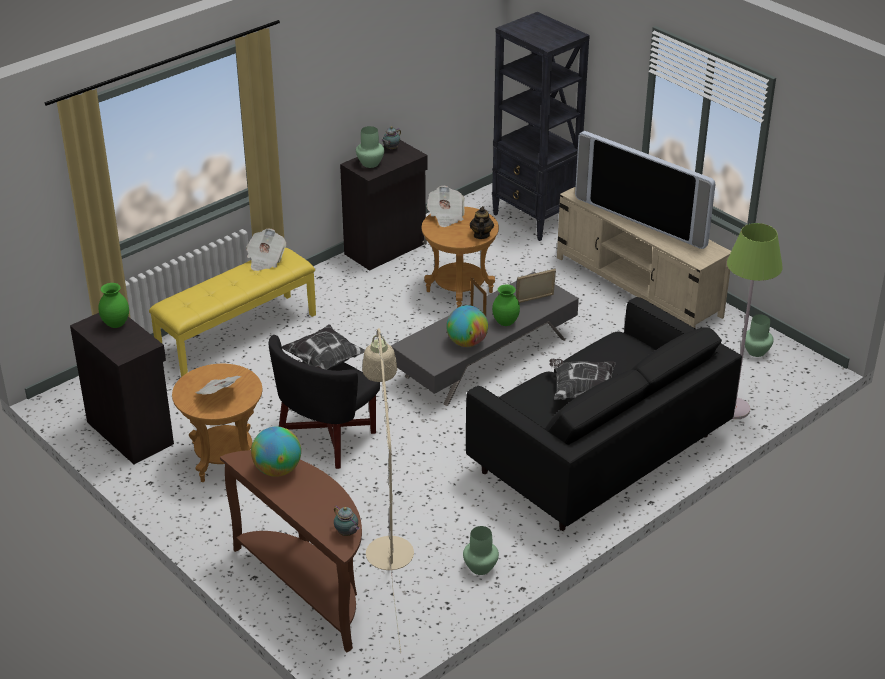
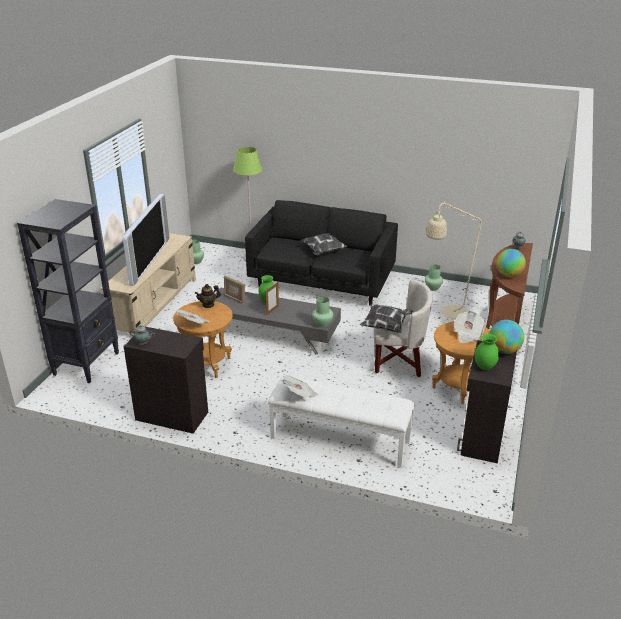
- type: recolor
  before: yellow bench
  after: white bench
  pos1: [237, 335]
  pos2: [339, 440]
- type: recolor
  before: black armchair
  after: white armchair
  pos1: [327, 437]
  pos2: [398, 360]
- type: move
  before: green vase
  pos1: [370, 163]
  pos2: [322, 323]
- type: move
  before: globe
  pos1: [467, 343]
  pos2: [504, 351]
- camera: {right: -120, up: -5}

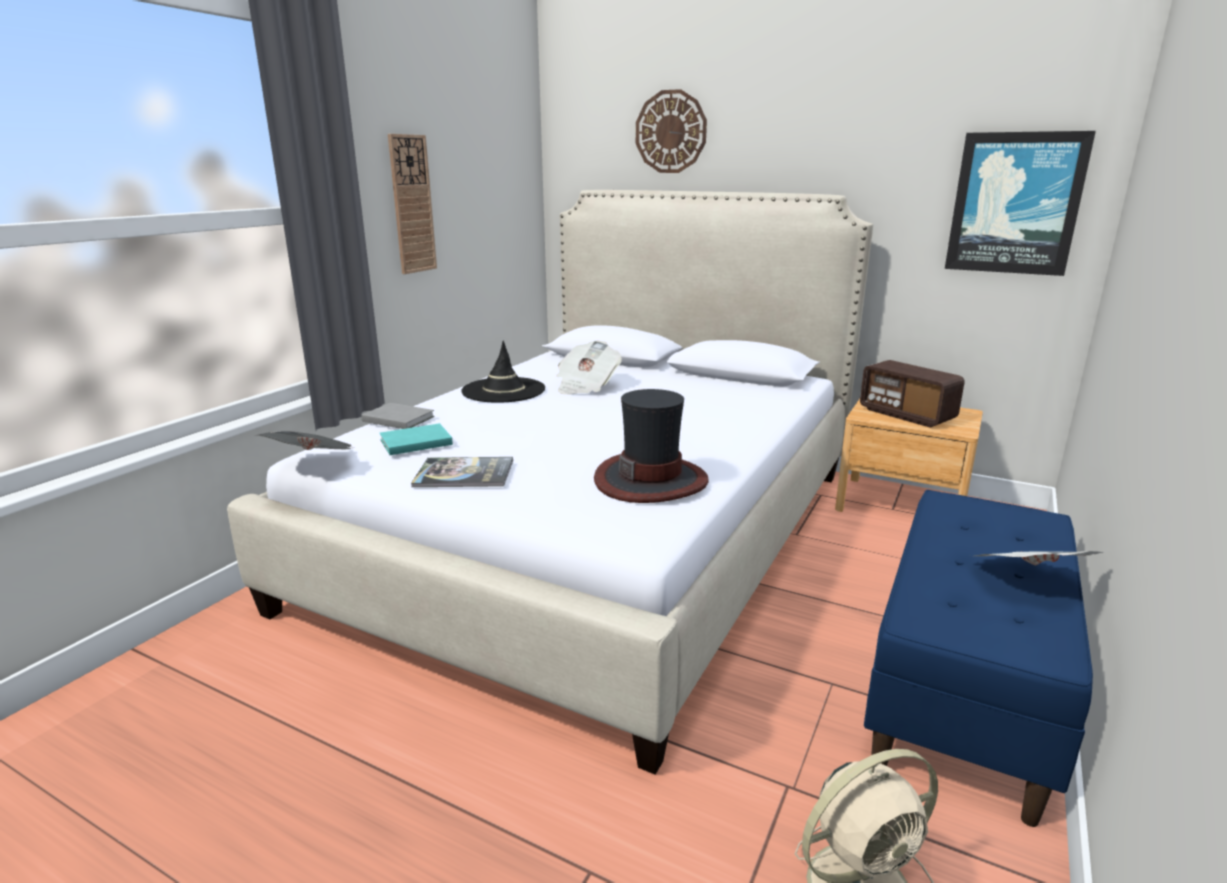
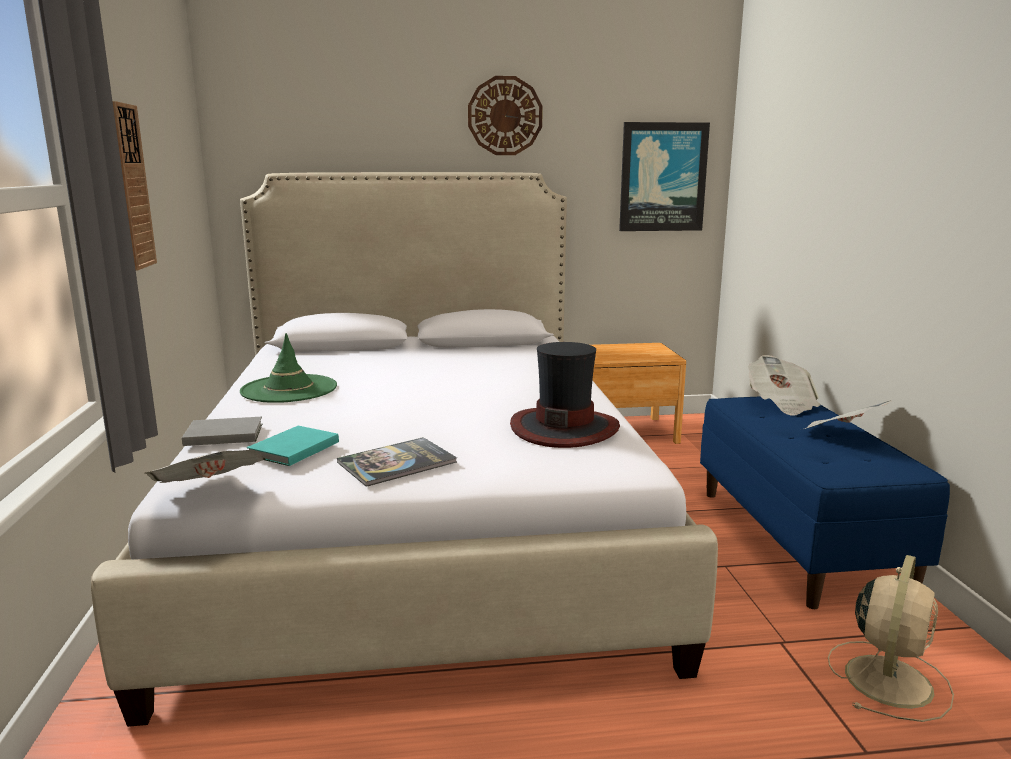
- type: recolor
  before: black hat
  after: green hat
  pos1: [503, 390]
  pos2: [289, 389]
- type: move
  before: newspaper
  pos1: [586, 386]
  pos2: [781, 404]
- type: move
  before: wall clock
  pos1: [670, 132]
  pos2: [505, 116]
- type: delete
  before: radio
  pos1: [906, 415]
- camera: {right: -35, up: -5}

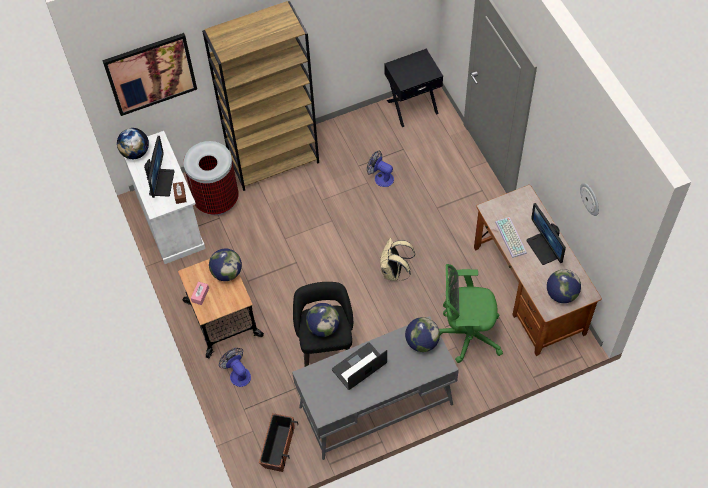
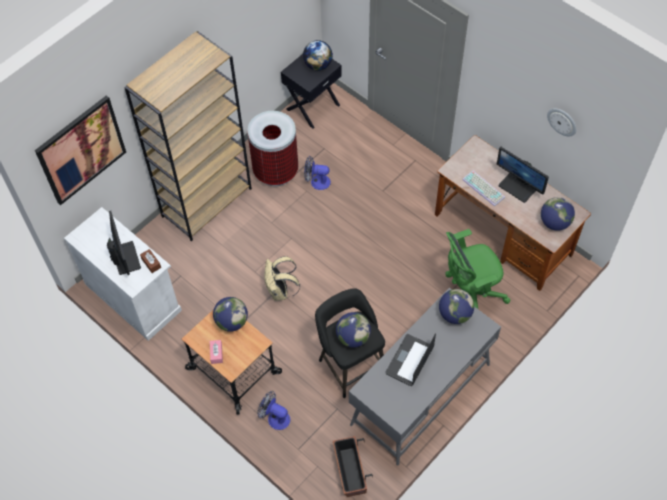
- type: move
  before: globe
  pos1: [135, 152]
  pos2: [318, 65]
- type: move
  before: trash can
  pos1: [216, 199]
  pos2: [276, 171]
- type: move
  before: beige backpack
  pos1: [394, 272]
  pos2: [280, 291]
- camera: {right: -25, up: 0}

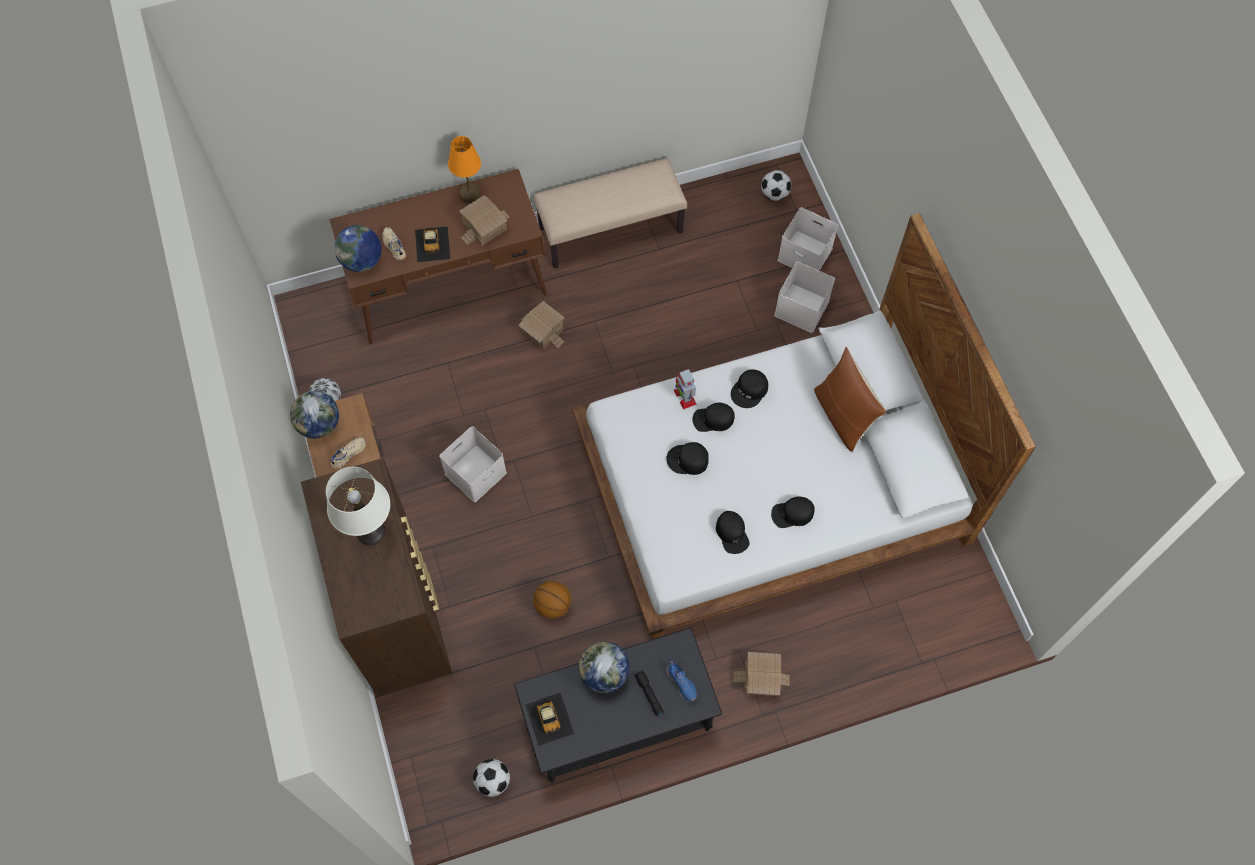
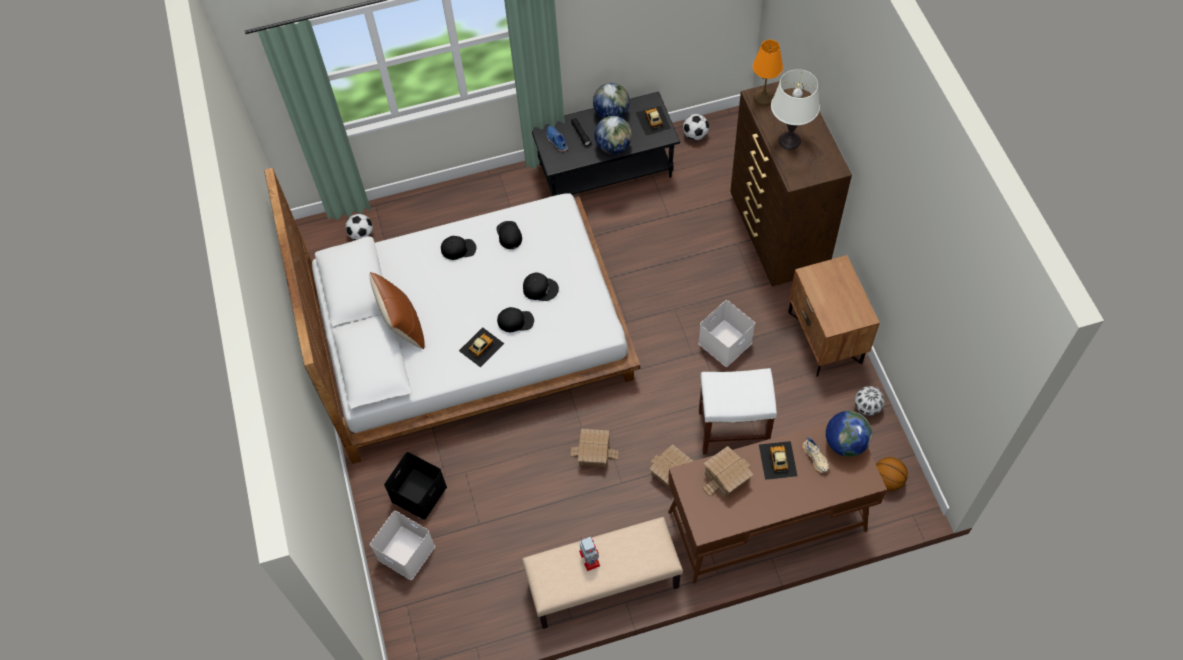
- type: move
  before: globe
  pos1: [319, 425]
  pos2: [611, 113]
- type: delete
  before: beige shoe
  pos1: [348, 454]
- type: move
  before: orange table lamp
  pos1: [469, 194]
  pos2: [764, 98]
- type: move
  before: basketball
  pos1: [553, 605]
  pos2: [887, 480]
- type: move
  before: toy robot
  pos1: [684, 397]
  pos2: [589, 558]
- type: replace
  before: black cap
  after: toy car
  pos1: [750, 390]
  pos2: [481, 347]
- type: move
  before: toy house
  pos1: [761, 678]
  pos2: [594, 454]
- type: move
  before: football
  pos1: [774, 194]
  pos2: [361, 234]
- type: recolor
  before: white storage box
  after: black storage box
  pos1: [801, 307]
  pos2: [419, 495]
- type: insert
  after: white stool
  pos2: [733, 430]
- camera: {right: -175, up: -5}

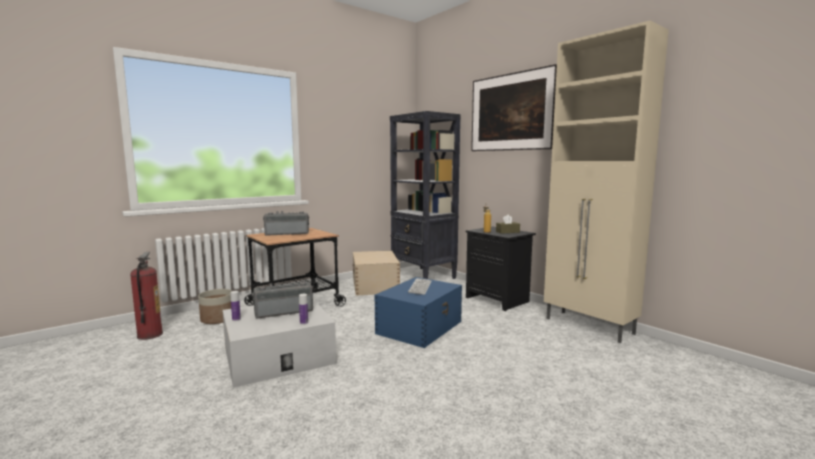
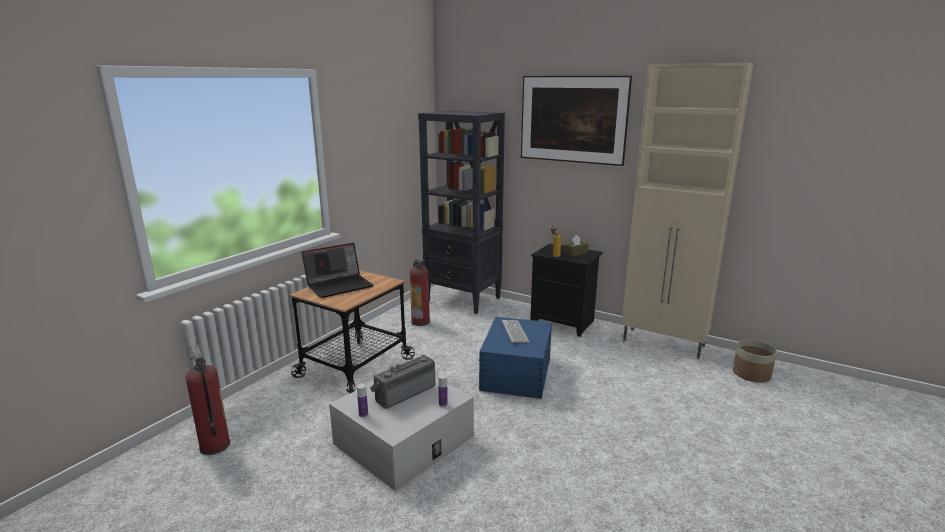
- type: move
  before: planter
  pos1: [218, 319]
  pos2: [751, 374]
- type: replace
  before: radio
  after: laptop
  pos1: [287, 233]
  pos2: [339, 285]
- type: replace
  before: beige storage box
  after: fire extinguisher
  pos1: [375, 285]
  pos2: [421, 322]
- camera: {right: -20, up: 10}

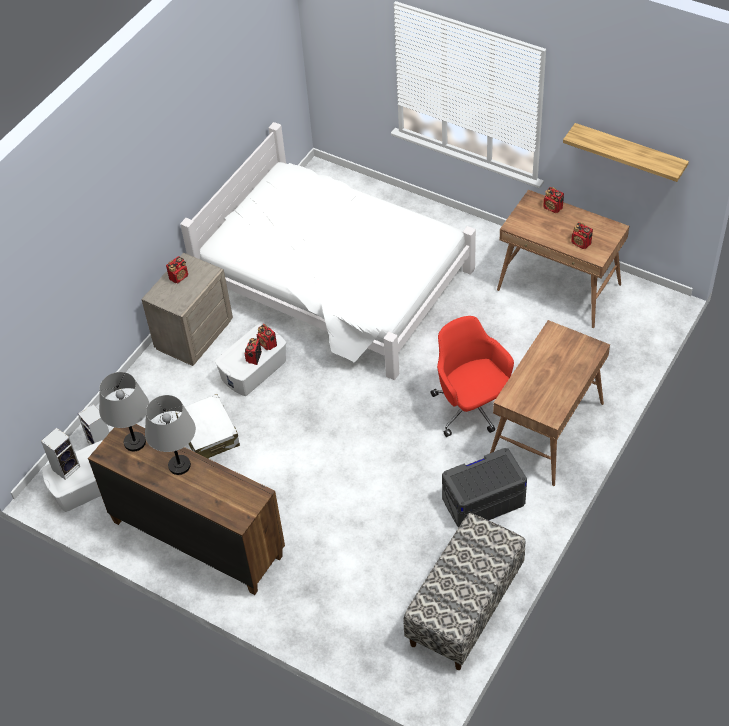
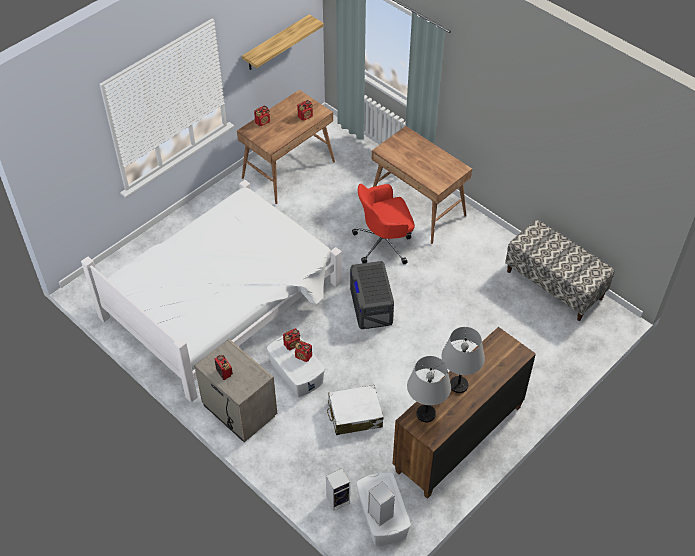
- type: move
  before: grey storage box
  pos1: [483, 501]
  pos2: [371, 305]
- camera: {right: -80, up: 0}

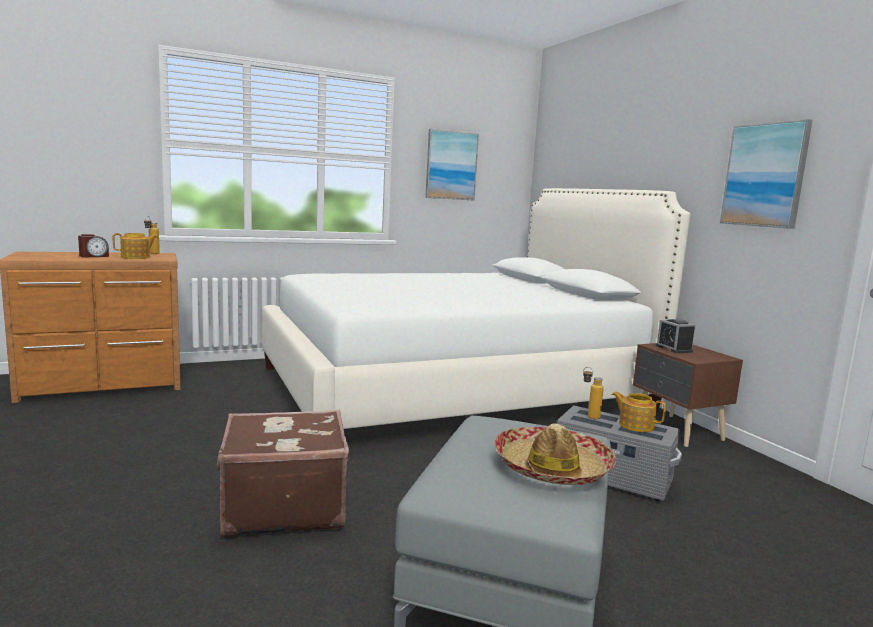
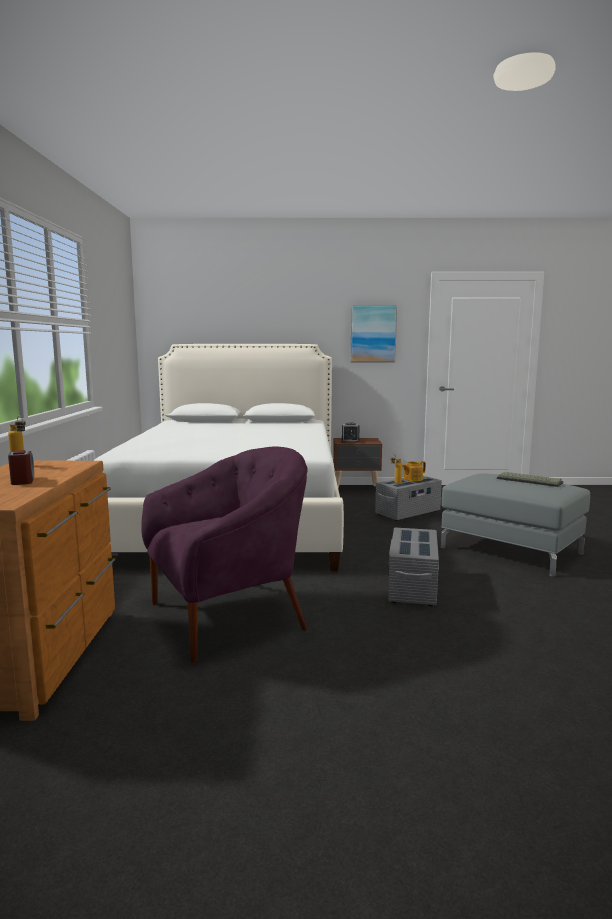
- type: delete
  before: teapot
  pos1: [136, 257]
- type: replace
  before: brown suitcase
  after: grey storage box
  pos1: [283, 506]
  pos2: [412, 587]
- type: delete
  before: picture
  pos1: [451, 165]
- type: replace
  before: hat
  after: keyboard
  pos1: [552, 468]
  pos2: [530, 480]
- type: insert
  after: purple armchair
  pos2: [228, 616]
- camera: {right: -65, up: 0}

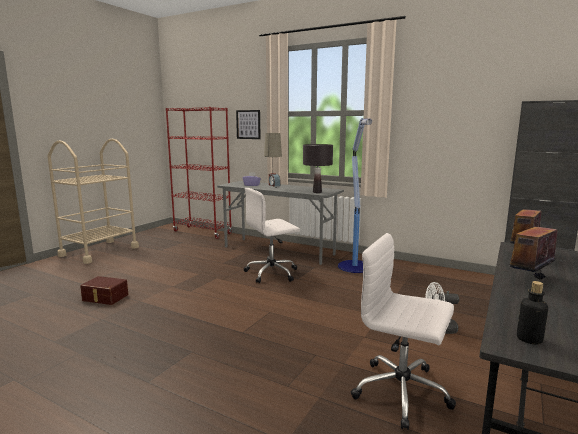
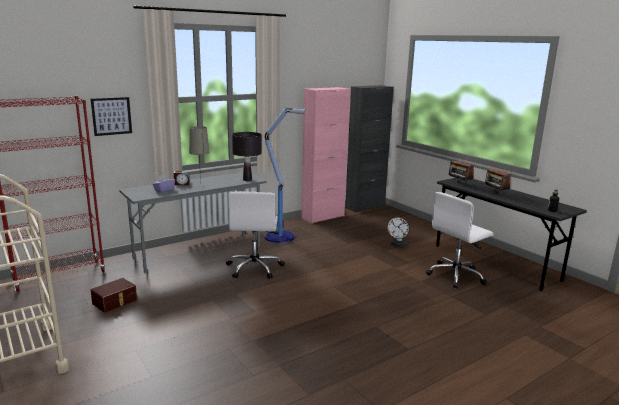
- type: move
  before: brown storage box
  pos1: [105, 298]
  pos2: [115, 302]
- type: insert
  after: pink cabinet
  pos2: [323, 217]
- camera: {right: -65, up: 5}

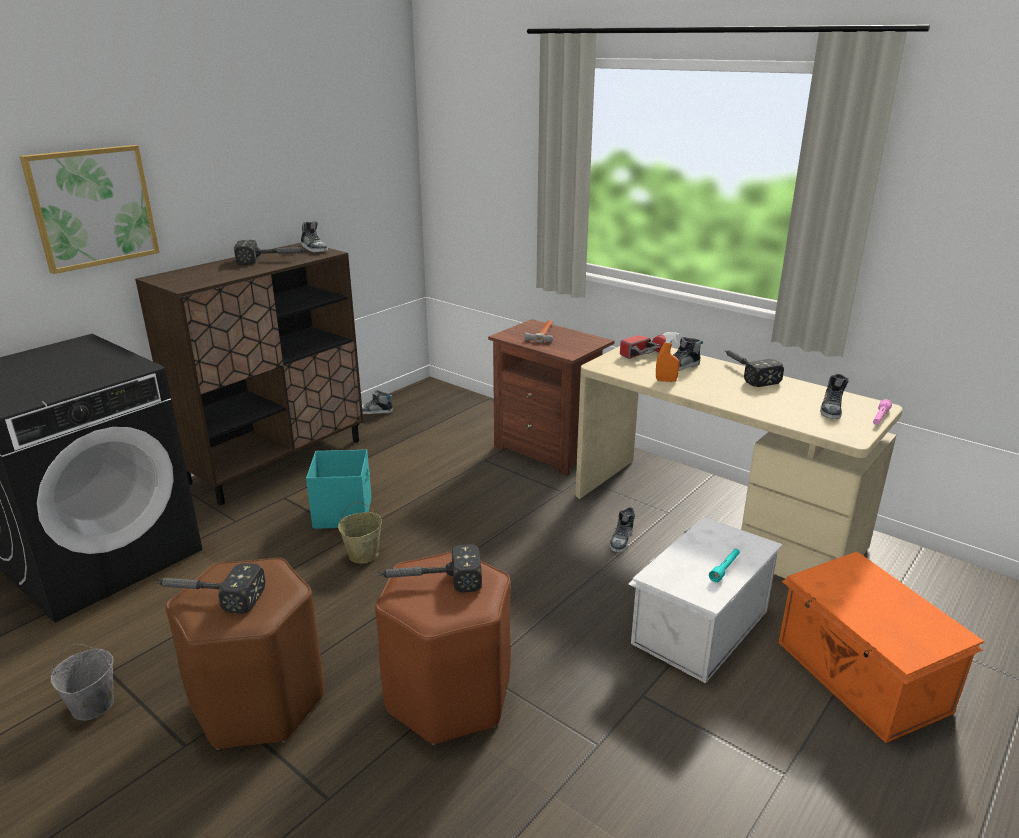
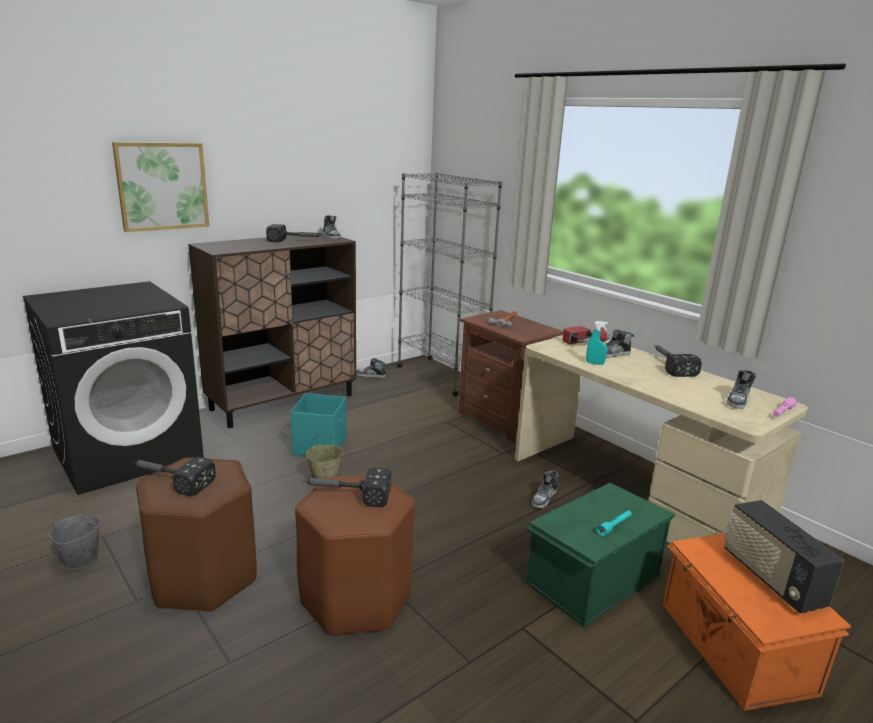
- type: recolor
  before: white storage box
  after: green storage box
  pos1: [698, 626]
  pos2: [591, 579]
- type: recolor
  before: orange spray bottle
  after: turquoise spray bottle
  pos1: [666, 381]
  pos2: [595, 363]
- type: insert
  after: grey bookcase
  pos2: [441, 376]
- type: insert
  after: radio
  pos2: [770, 578]
- camera: {right: 10, up: -5}

